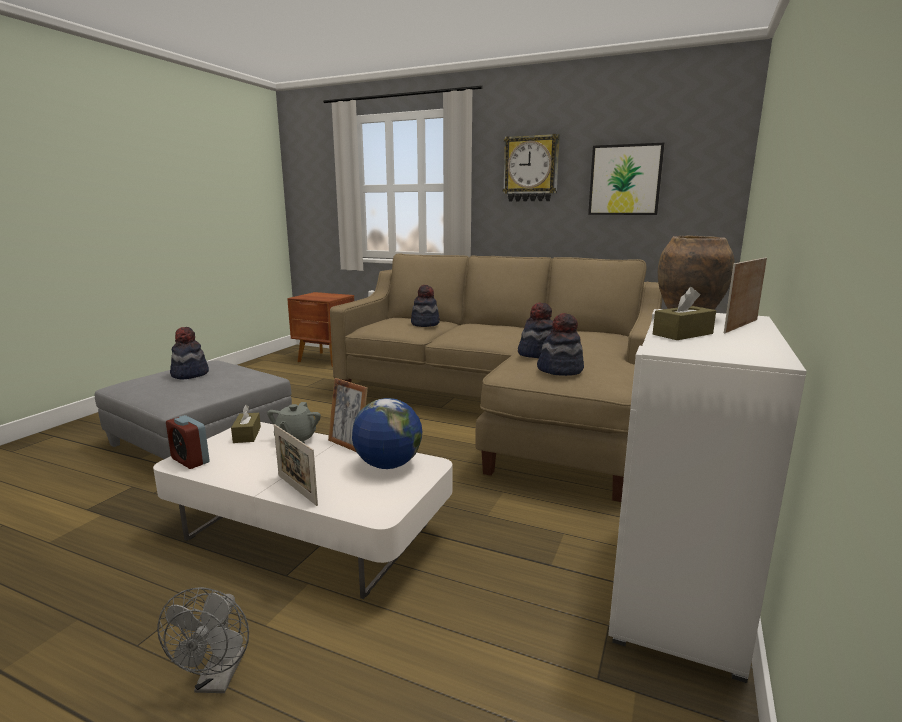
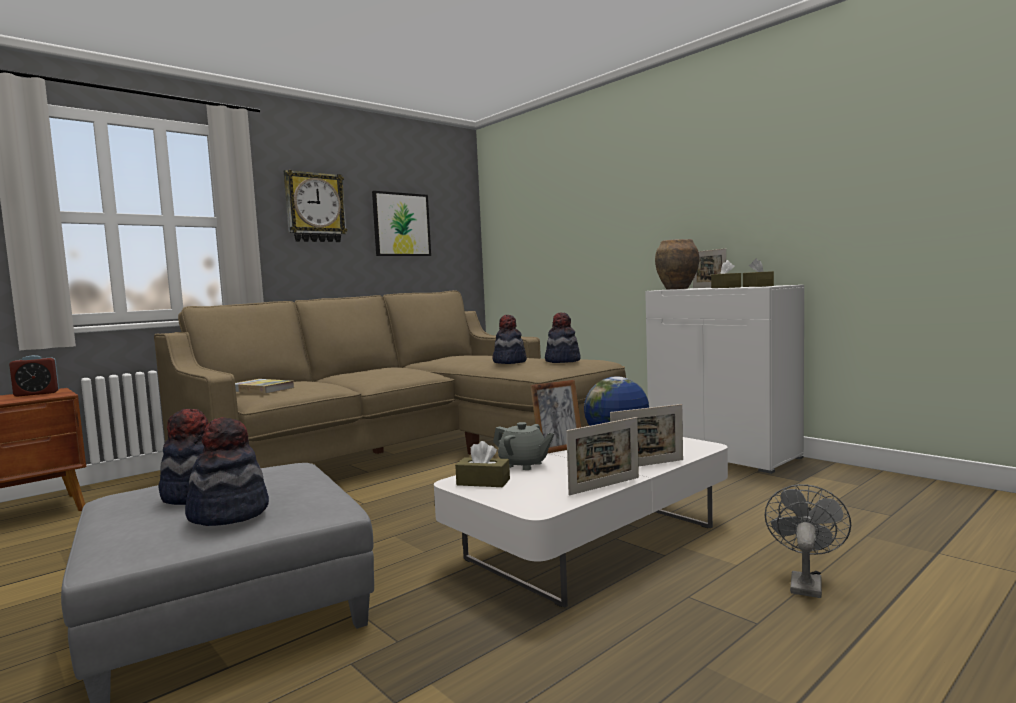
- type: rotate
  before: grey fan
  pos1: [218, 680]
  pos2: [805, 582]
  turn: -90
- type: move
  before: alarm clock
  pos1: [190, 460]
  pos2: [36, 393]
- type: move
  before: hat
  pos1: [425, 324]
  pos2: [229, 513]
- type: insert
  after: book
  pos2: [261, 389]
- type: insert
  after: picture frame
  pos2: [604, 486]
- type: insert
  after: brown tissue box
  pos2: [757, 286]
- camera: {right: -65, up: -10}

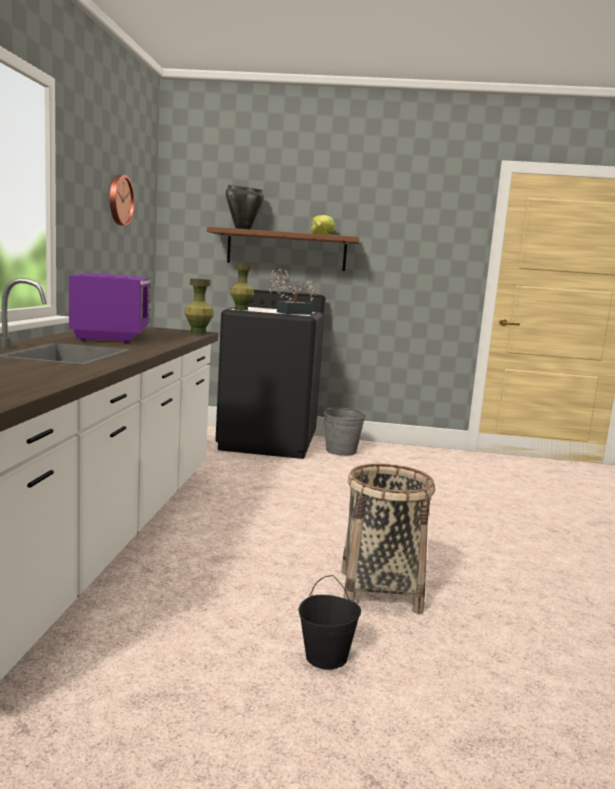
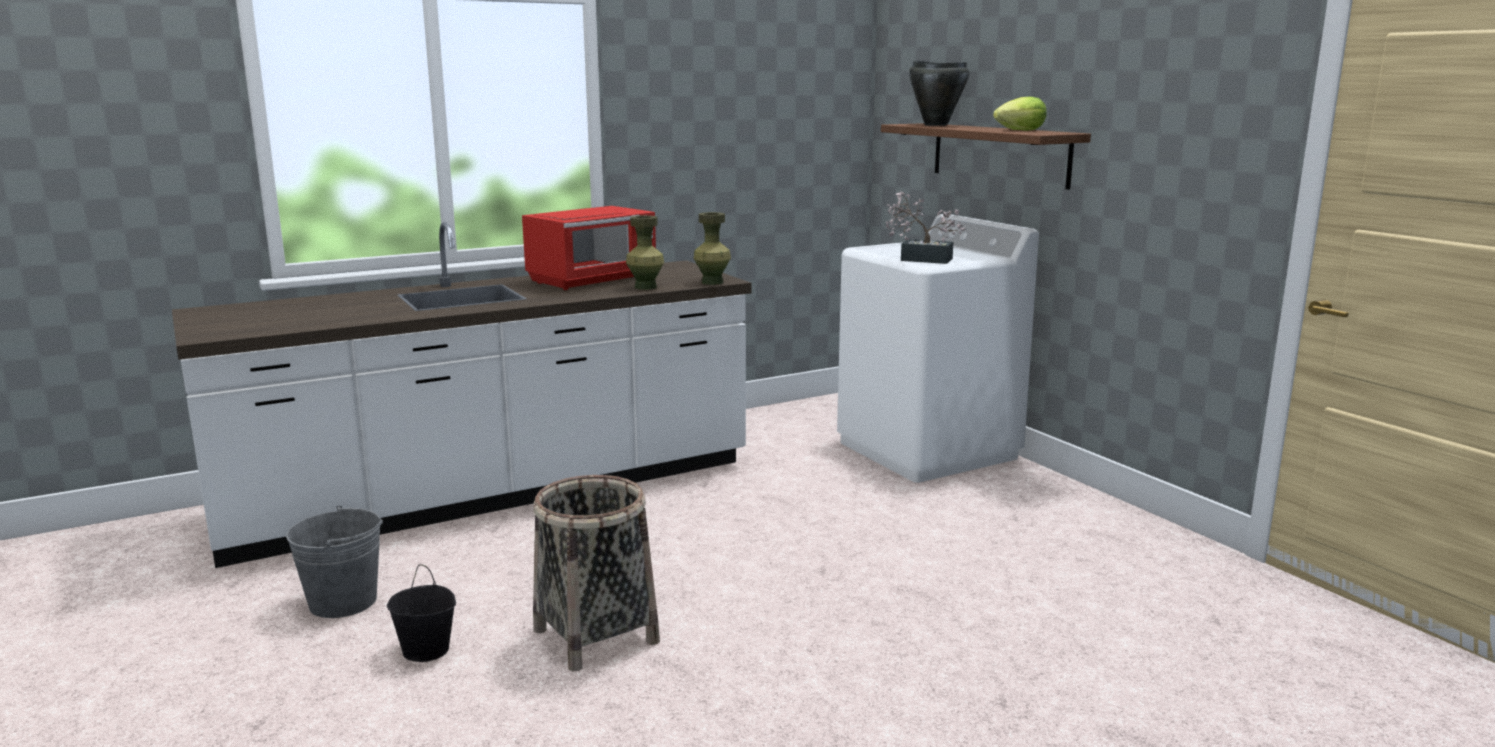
- type: recolor
  before: purple microwave
  after: red microwave
  pos1: [113, 336]
  pos2: [594, 280]
- type: delete
  before: wall clock
  pos1: [119, 200]
- type: recolor
  before: black washing machine
  after: white washing machine
  pos1: [268, 442]
  pos2: [928, 450]
- type: move
  before: green vase
  pos1: [241, 309]
  pos2: [646, 287]
- type: move
  before: grey bucket
  pos1: [341, 451]
  pos2: [343, 602]
- camera: {right: 55, up: 5}

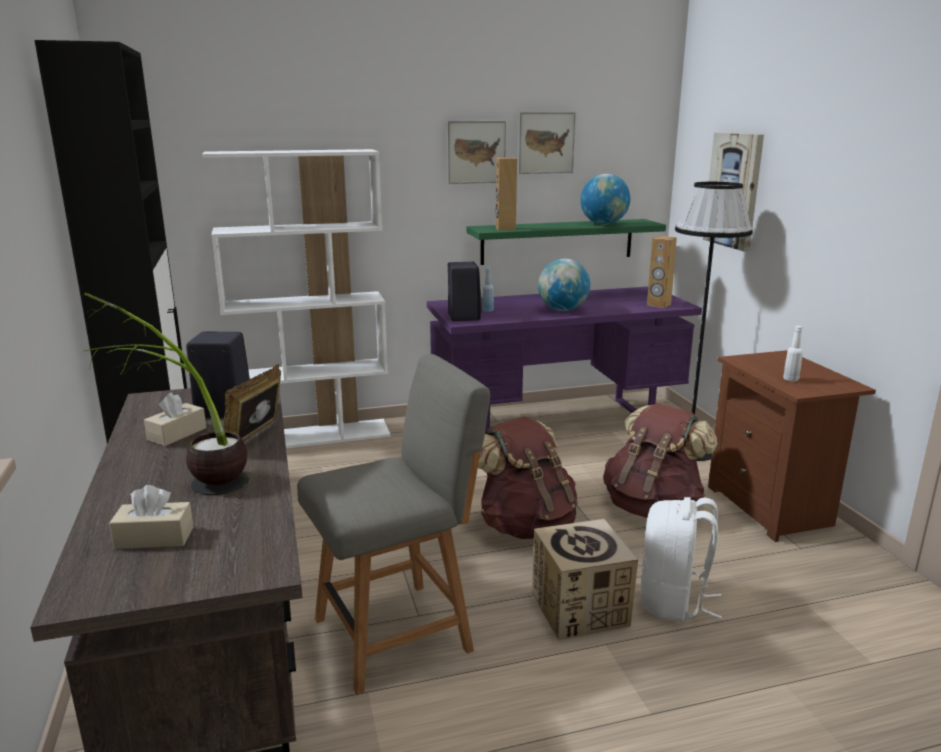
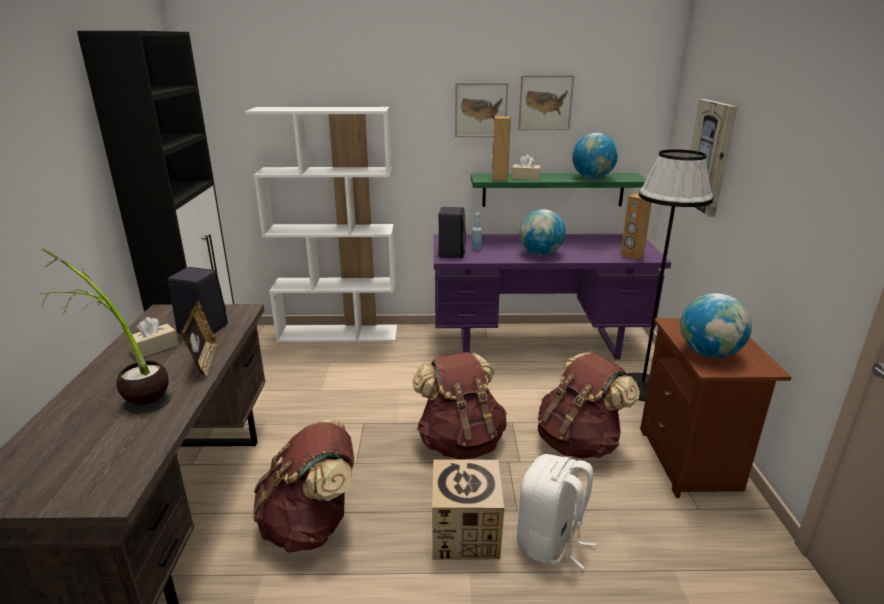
- type: move
  before: beige tissue box
  pos1: [154, 537]
  pos2: [525, 178]
- type: rotate
  before: picture frame
  pos1: [256, 439]
  pos2: [204, 361]
  turn: 135
- type: replace
  before: grey chair
  after: brown backpack
  pos1: [398, 632]
  pos2: [311, 525]
- type: replace
  before: white bottle
  after: globe
  pos1: [790, 379]
  pos2: [709, 353]
- camera: {right: 15, up: 5}

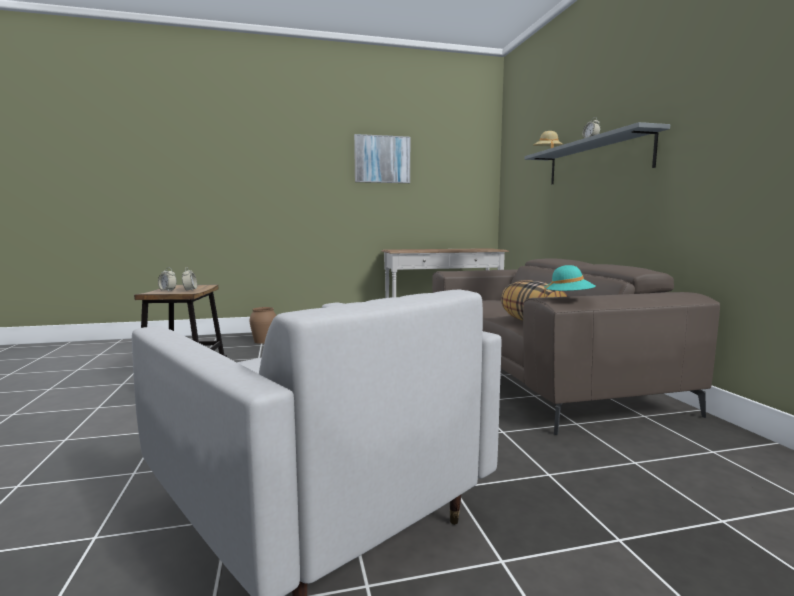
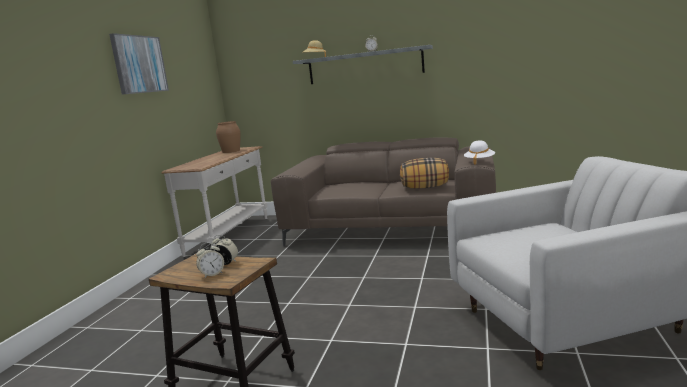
- type: move
  before: brown vase
  pos1: [264, 341]
  pos2: [231, 151]
- type: recolor
  before: turquoise hat
  after: white hat
  pos1: [568, 298]
  pos2: [479, 161]
- camera: {right: -60, up: 5}

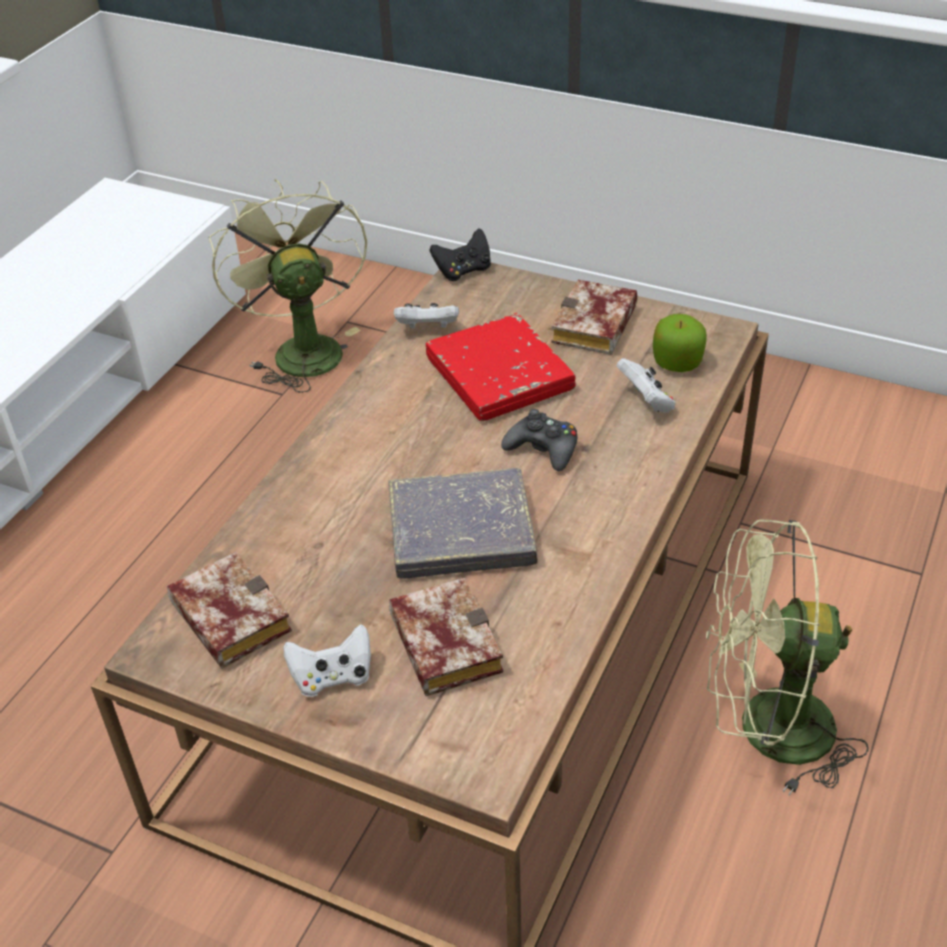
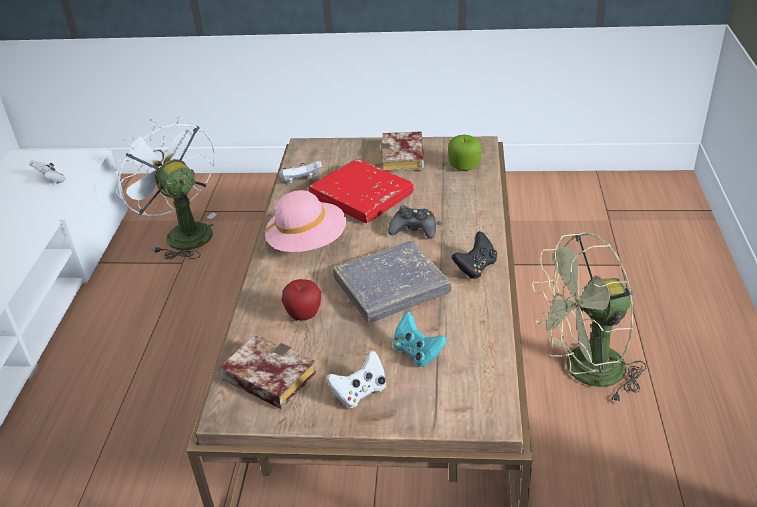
- type: recolor
  before: green fan
  after: white fan
  pos1: [301, 349]
  pos2: [182, 233]
- type: replace
  before: book
  after: turquoise game controller
  pos1: [440, 642]
  pos2: [417, 352]
- type: move
  before: black game controller
  pos1: [463, 271]
  pos2: [475, 267]
- type: move
  before: white game controller
  pos1: [646, 402]
  pos2: [51, 181]
- type: insert
  after: pink hat
  pos2: [307, 243]
- type: insert
  after: apple
  pos2: [304, 316]
- camera: {right: -20, up: -5}

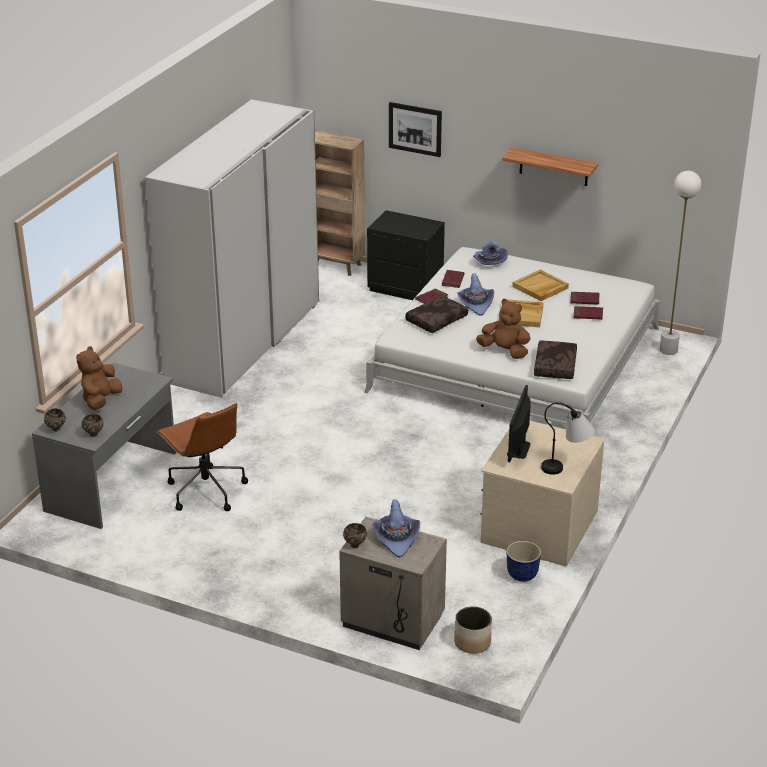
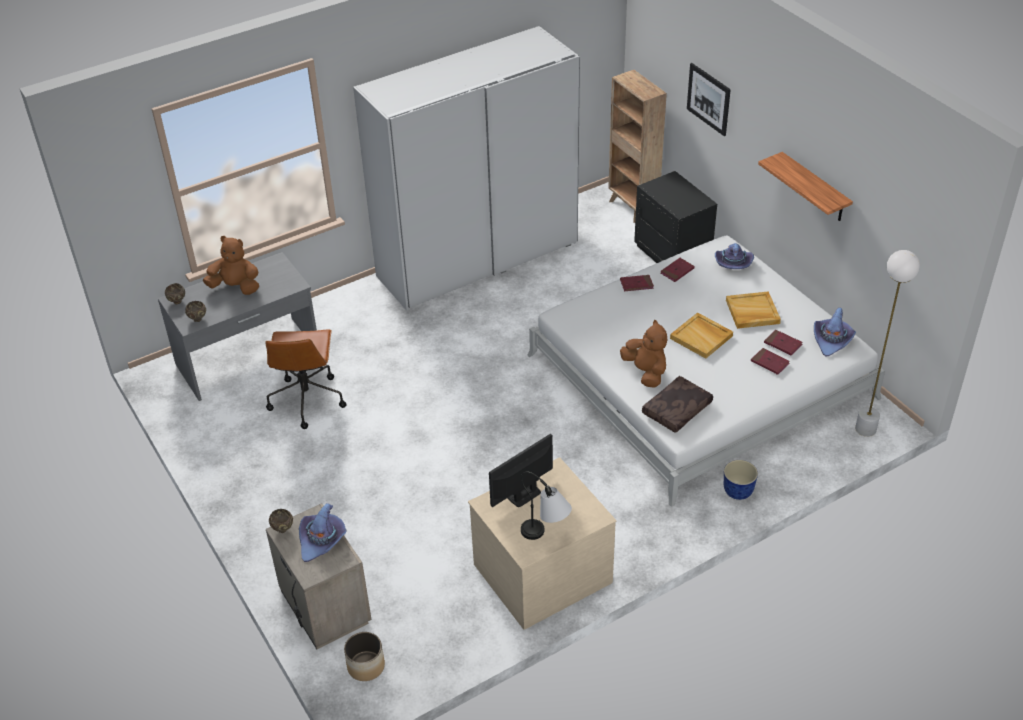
- type: rotate
  before: brown plush toy
  pos1: [101, 400]
  pos2: [236, 287]
  turn: 45
- type: delete
  before: brown pillow
  pos1: [436, 320]
- type: move
  before: purple hat
  pos1: [476, 304]
  pos2: [832, 340]
- type: move
  before: planter
  pos1: [522, 575]
  pos2: [738, 492]
- camera: {right: 35, up: 10}

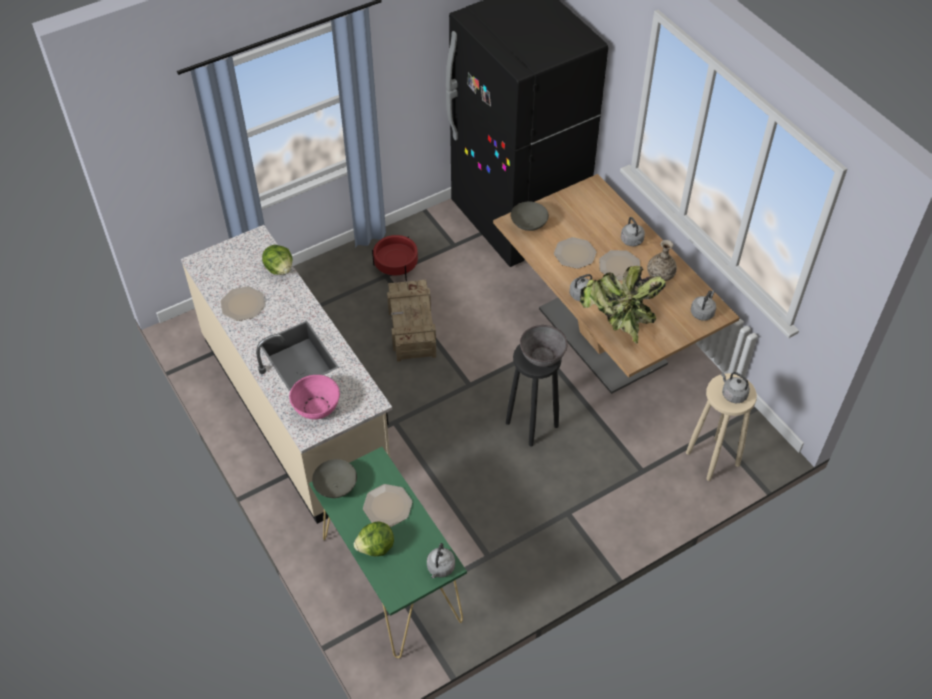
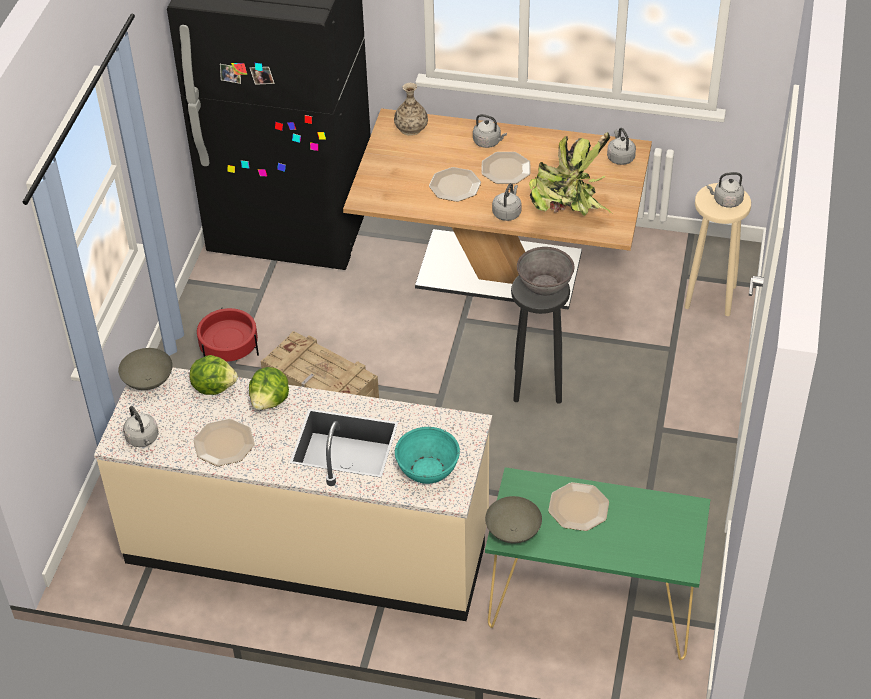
- type: recolor
  before: pink bowl
  after: turquoise bowl
  pos1: [317, 407]
  pos2: [427, 469]
- type: move
  before: lettuce
  pos1: [376, 547]
  pos2: [270, 401]
- type: move
  before: grey kettle
  pos1: [440, 568]
  pos2: [143, 439]
- type: move
  before: grey bowl
  pos1: [529, 224]
  pos2: [148, 380]
- type: move
  before: vase
  pos1: [660, 274]
  pos2: [411, 128]
- camera: {right: -45, up: -5}

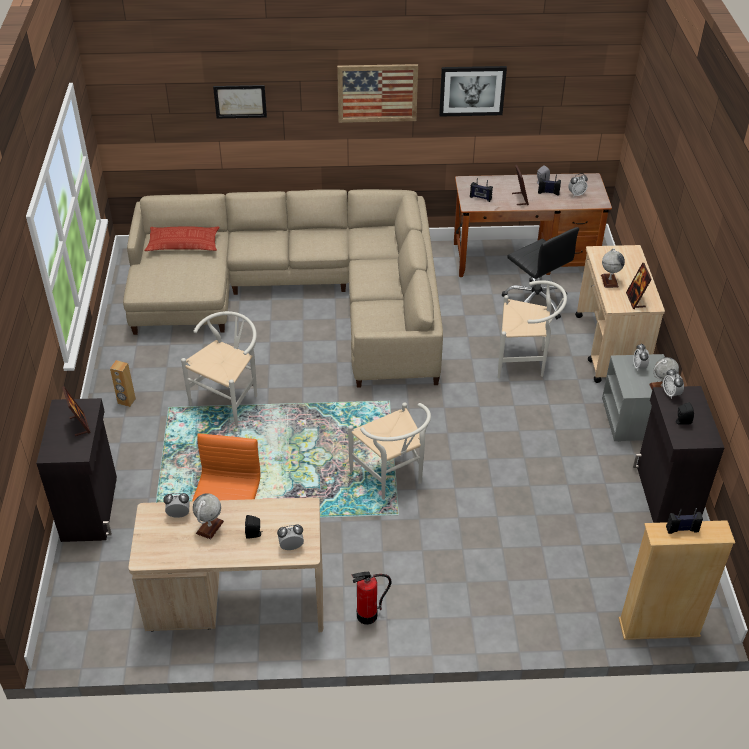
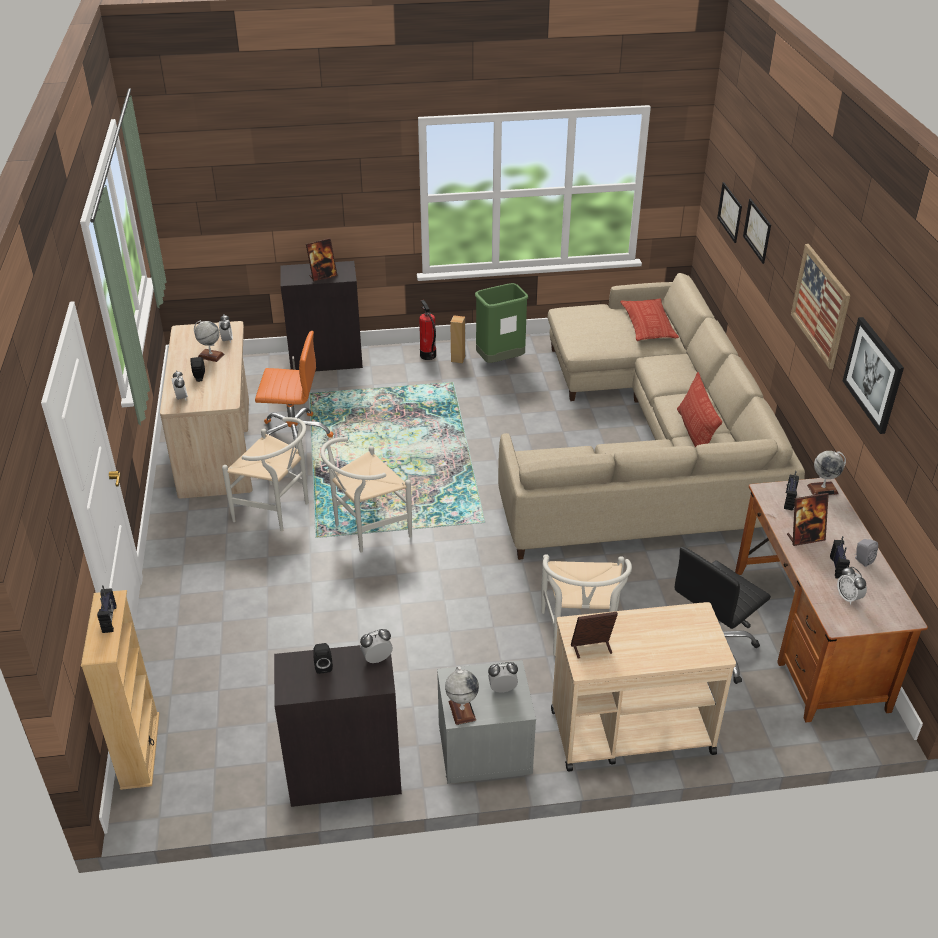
- type: move
  before: white chair
  pos1: [229, 399]
  pos2: [277, 511]
- type: move
  before: fire extinguisher
  pos1: [367, 616]
  pos2: [428, 355]
- type: move
  before: globe
  pos1: [609, 281]
  pos2: [823, 489]
- type: insert
  after: green trash can
  pos2: [500, 361]
- type: insert
  after: pillow
  pos2: [694, 434]
- type: insert
  after: picture
  pos2: [730, 212]
- camera: {right: 85, up: -5}

